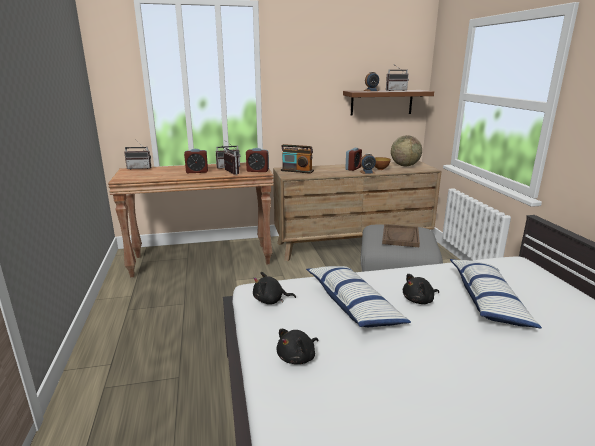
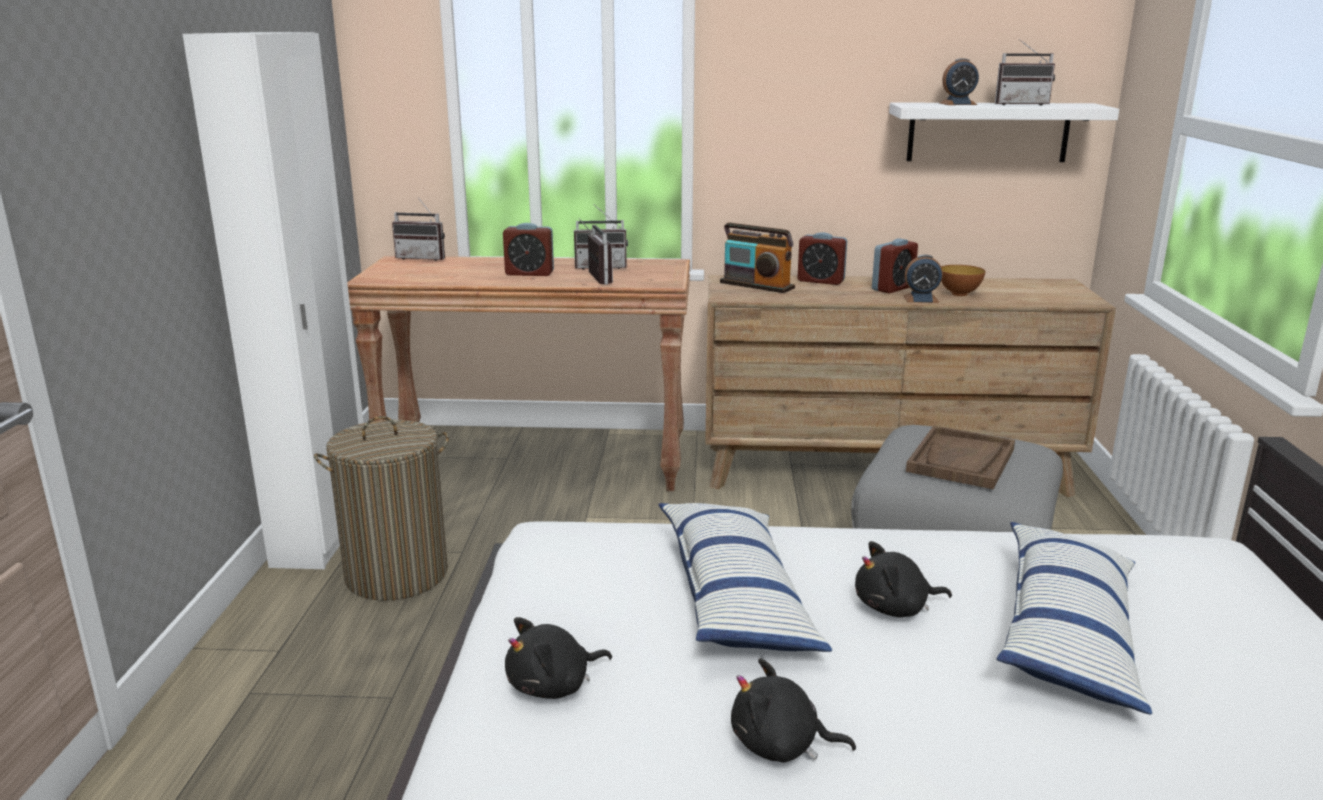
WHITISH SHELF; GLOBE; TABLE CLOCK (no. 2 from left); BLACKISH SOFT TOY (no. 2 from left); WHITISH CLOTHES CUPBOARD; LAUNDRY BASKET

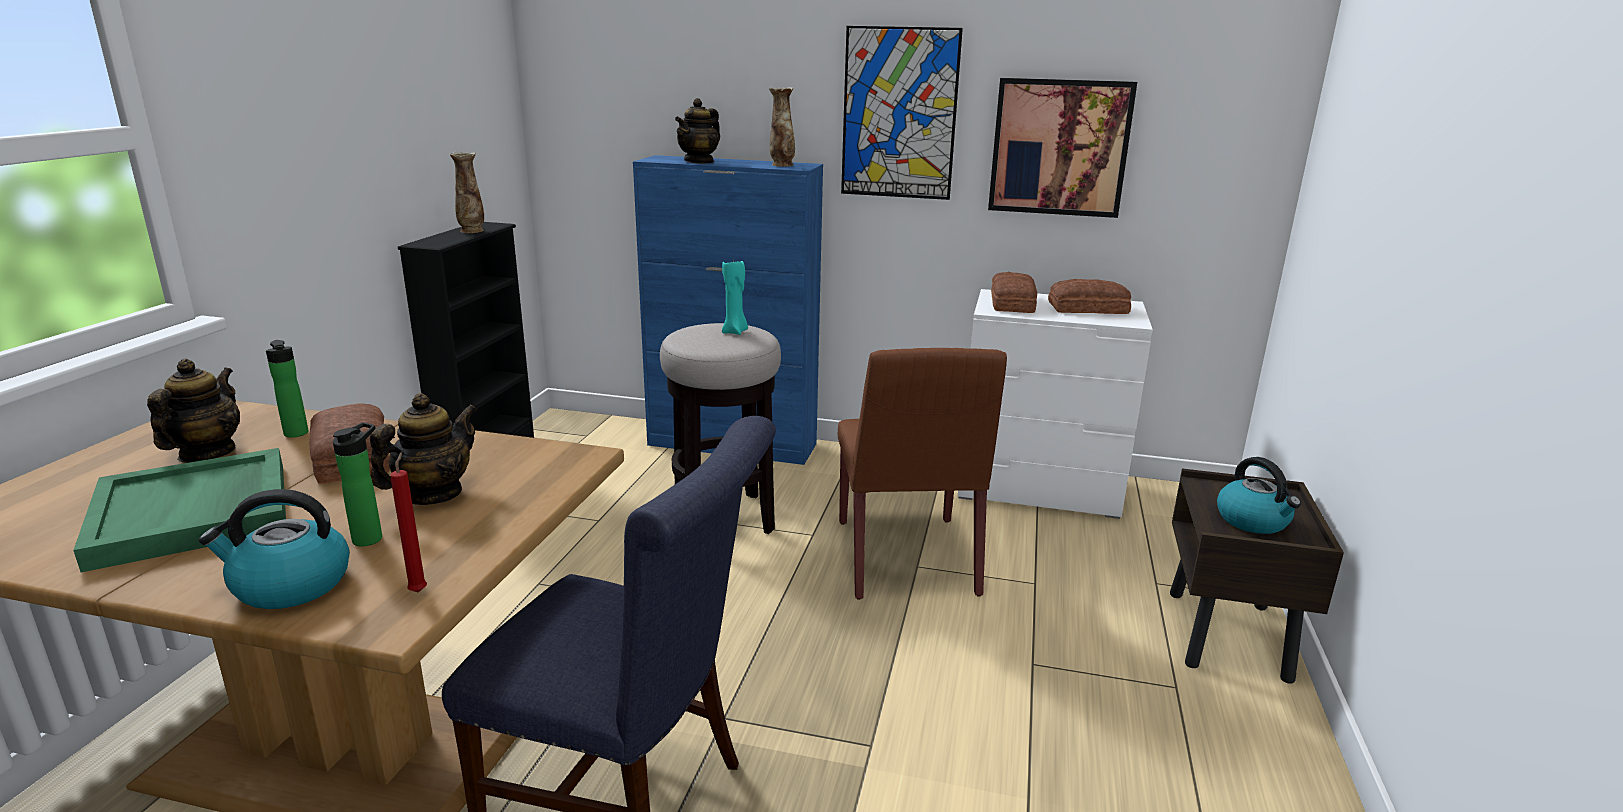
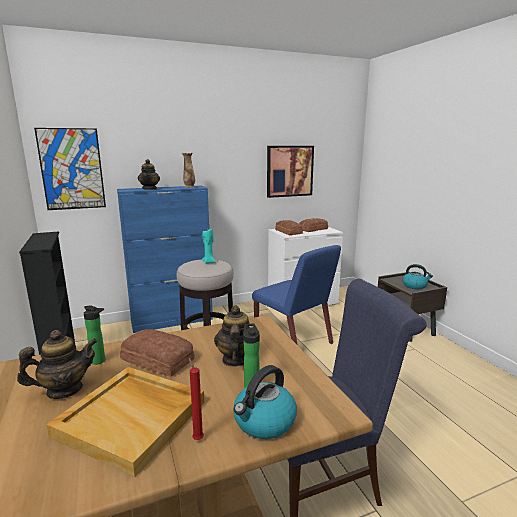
WALL ART (no. 1 from left); VASE (no. 1 from left in the first image); BLUE-COLOURED PLAIN CHAIR (no. 1 from left); POT FOR TEA (no. 1 from left); SAND-COLOURED SERVING TRAY; RED WAX CANDLE

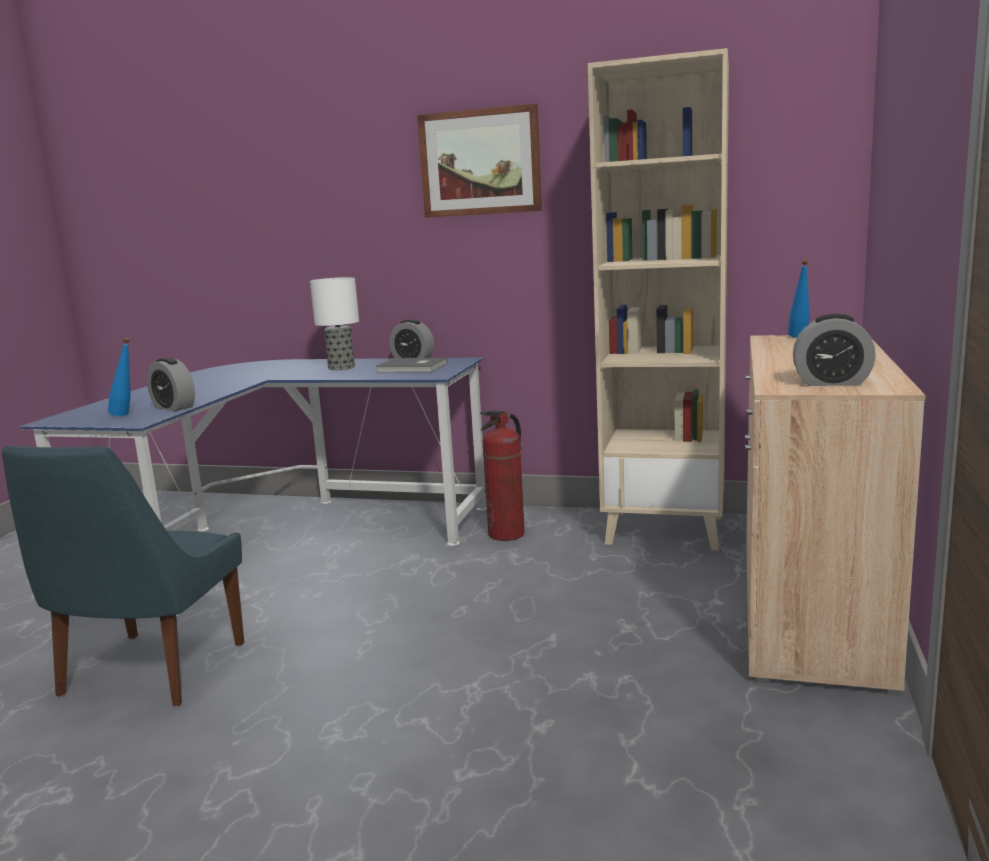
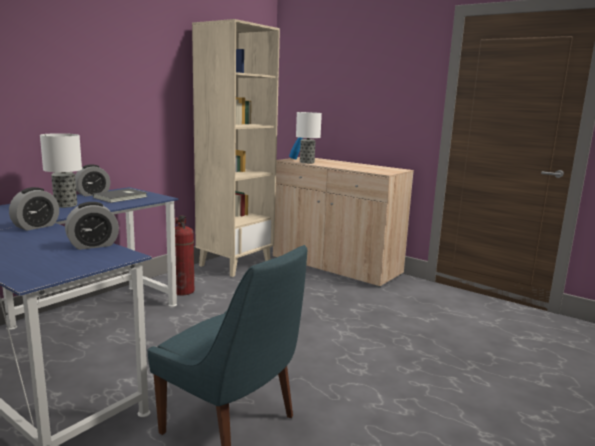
WALL ART; TABLE CLOCK (no. 1 from left); BLUE-COLOURED BEVERAGE BOTTLE (no. 1 from left in the first image); LAMP FOR A TABLE (no. 2 from left)

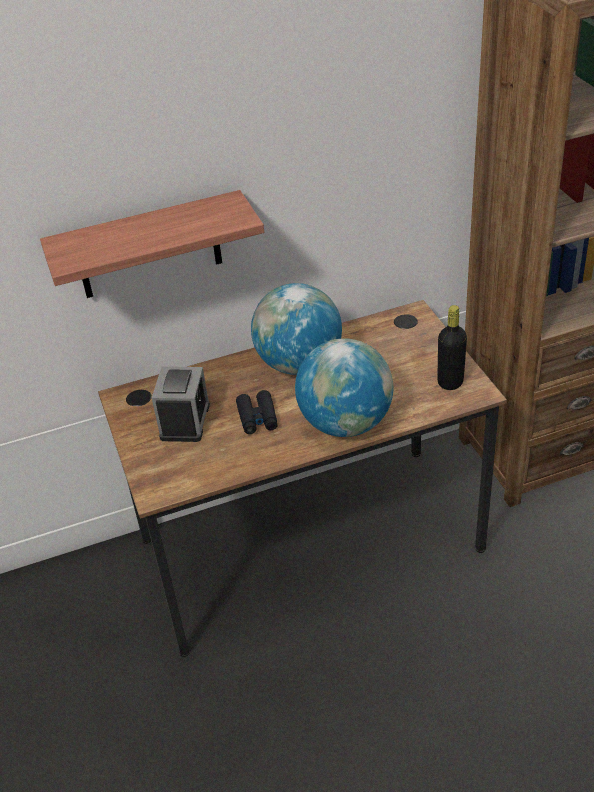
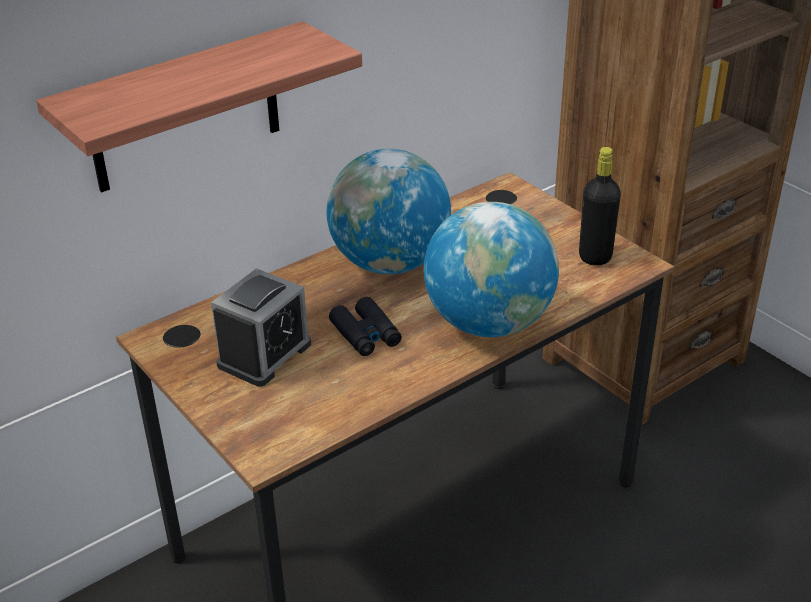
TABLE CLOCK

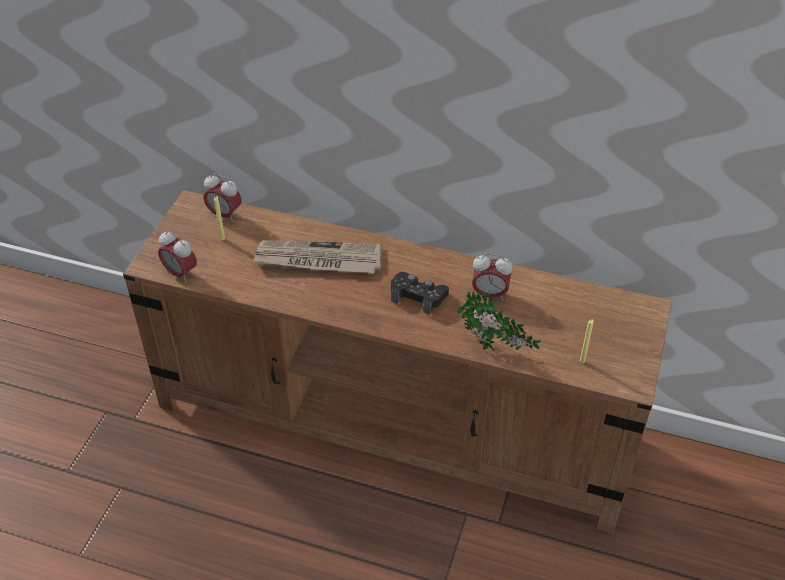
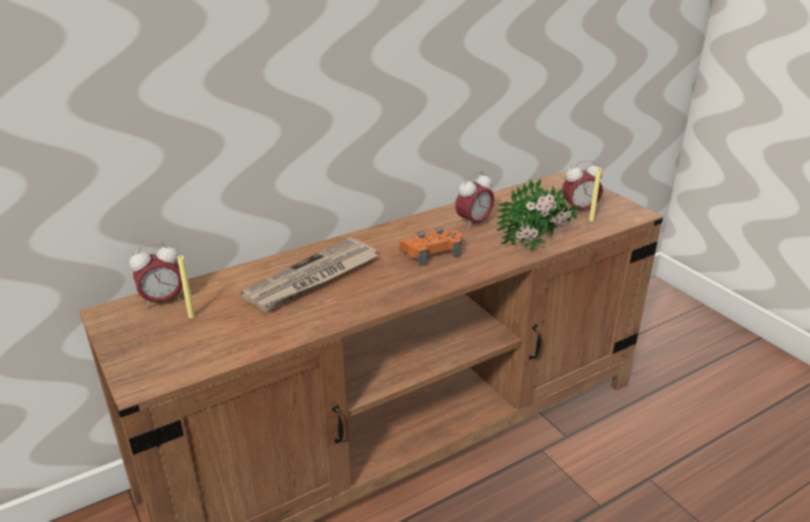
TABLE CLOCK (no. 3 from left); ORANGEY GAMEPAD

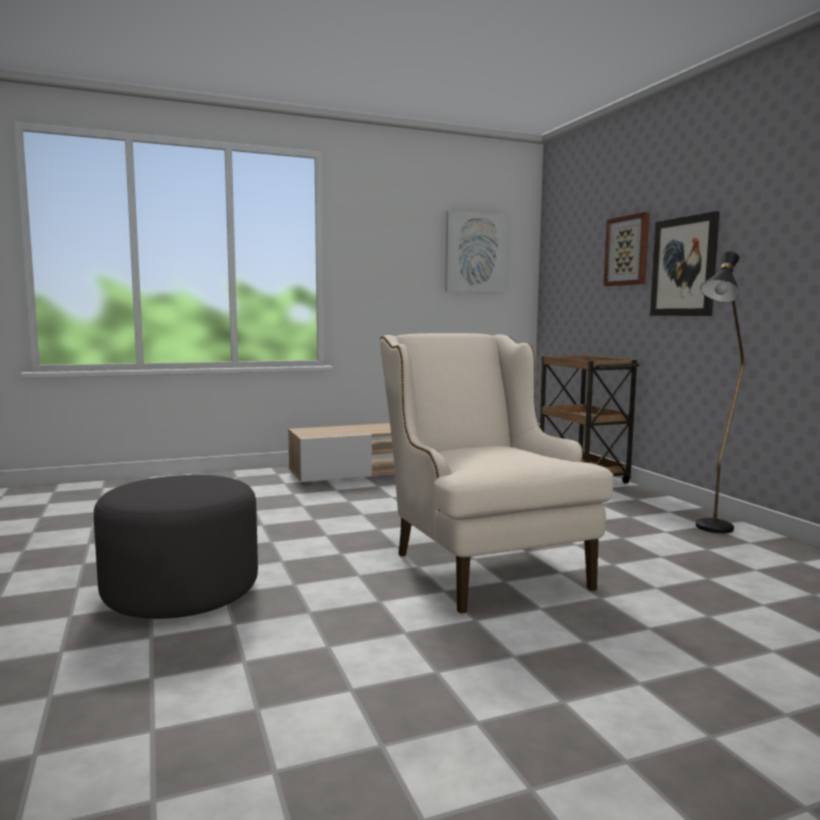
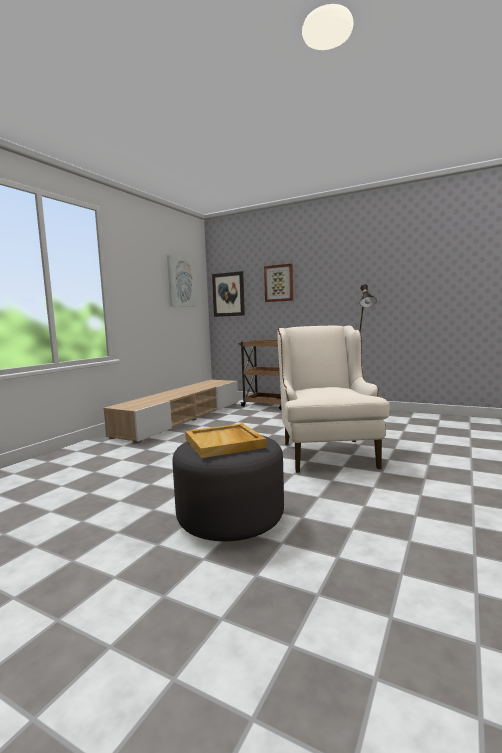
WALL ART (no. 2 from left); SAND-COLOURED ARMCHAIR; SAND-COLOURED SERVING TRAY

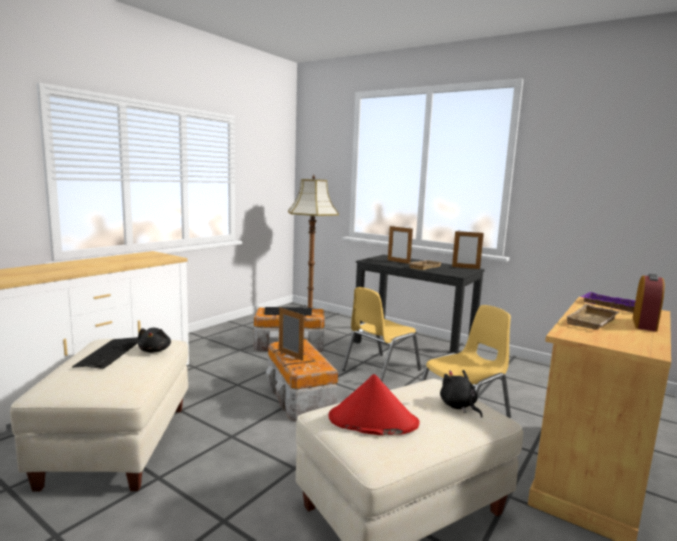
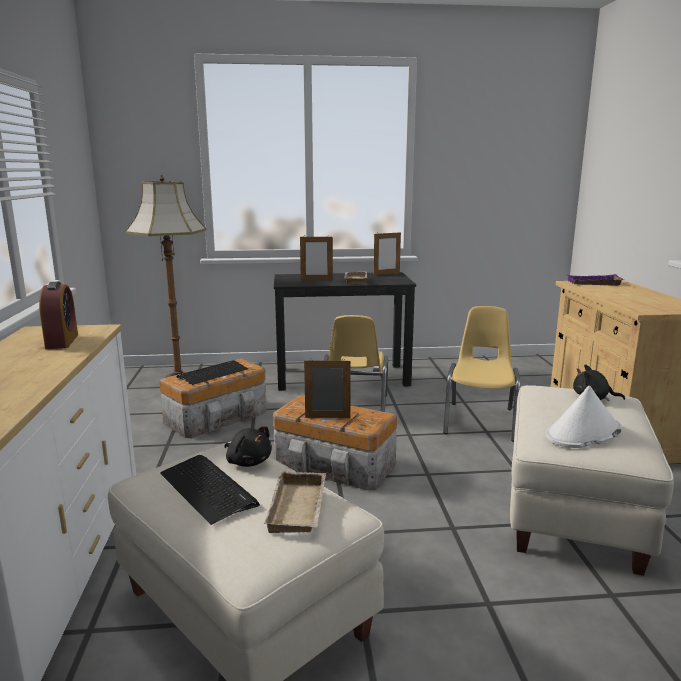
TABLE CLOCK; SAND-COLOURED SERVING TRAY (no. 1 from left); WHITISH HAT

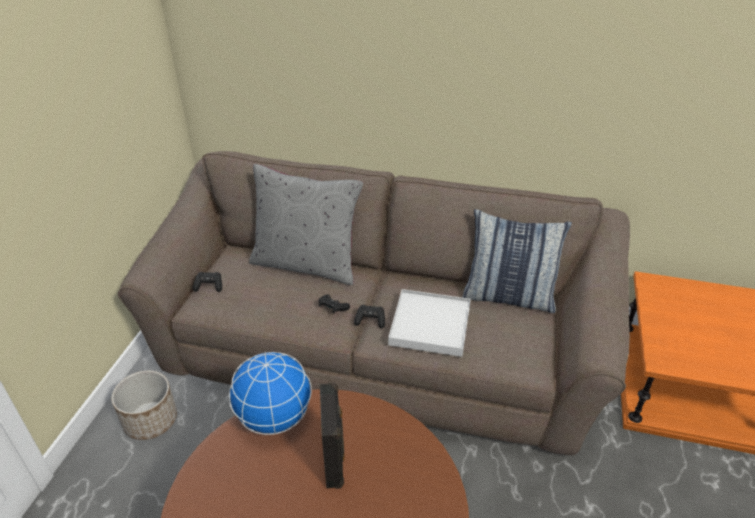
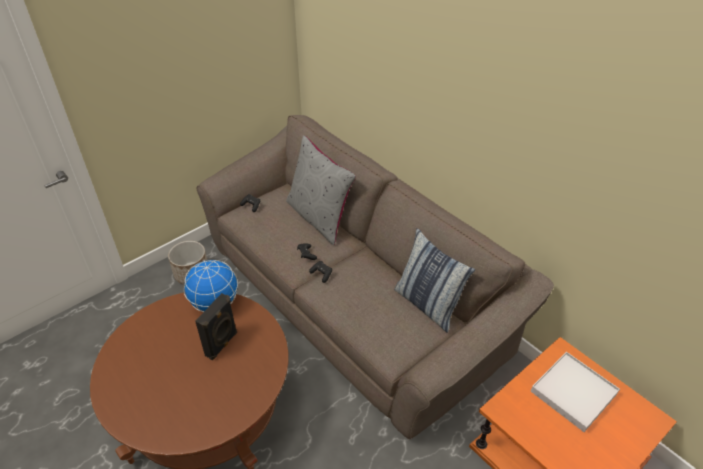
WHITISH SERVING TRAY

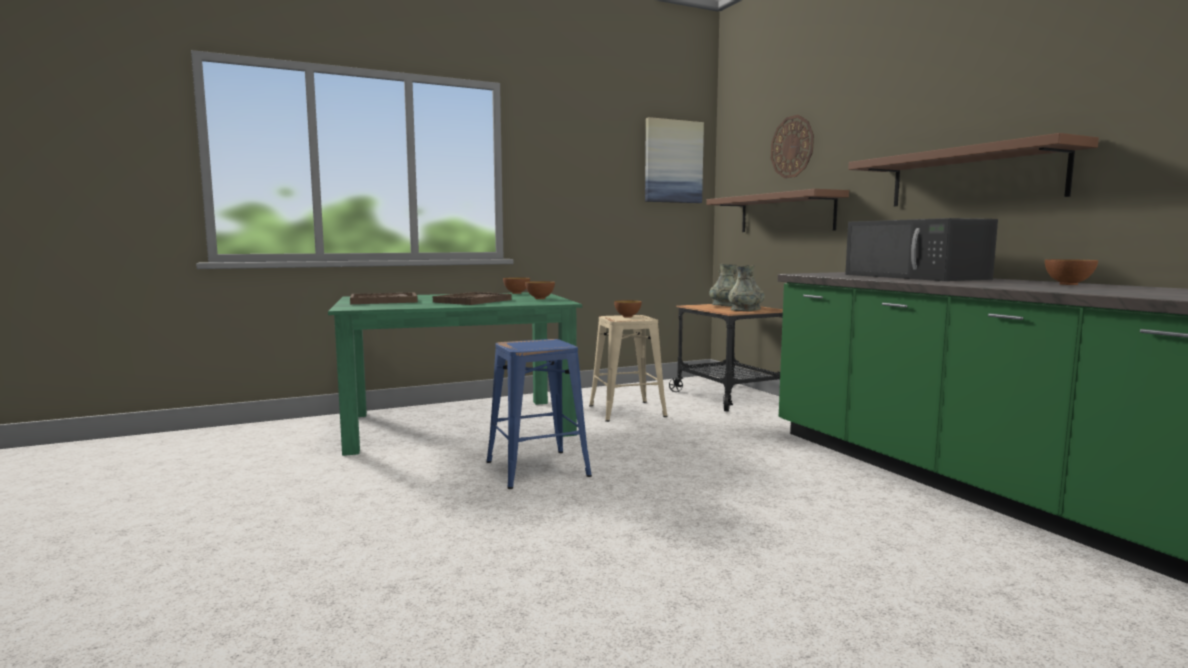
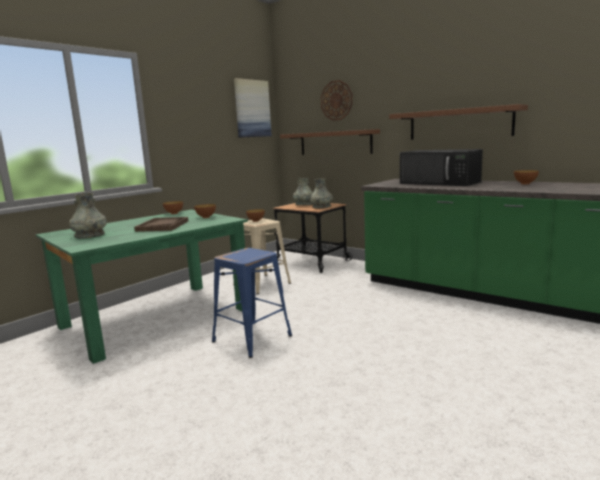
GREYISH VASE (no. 1 from left)

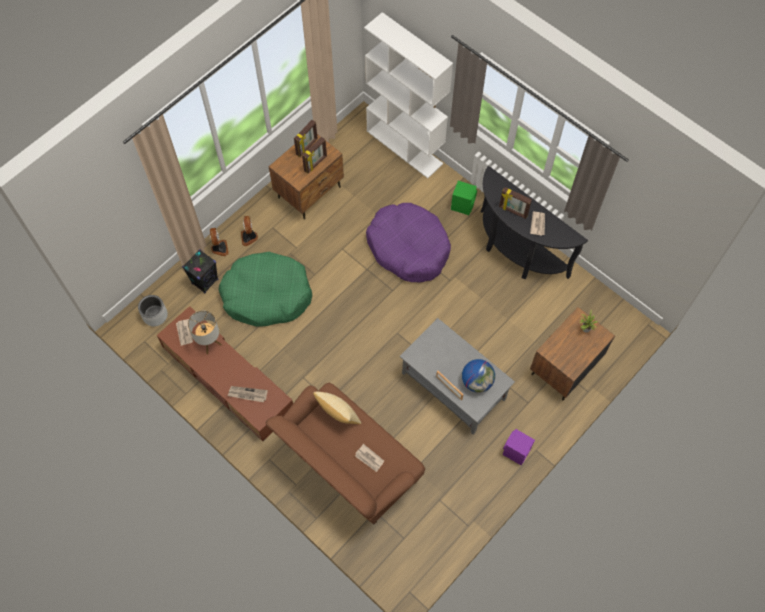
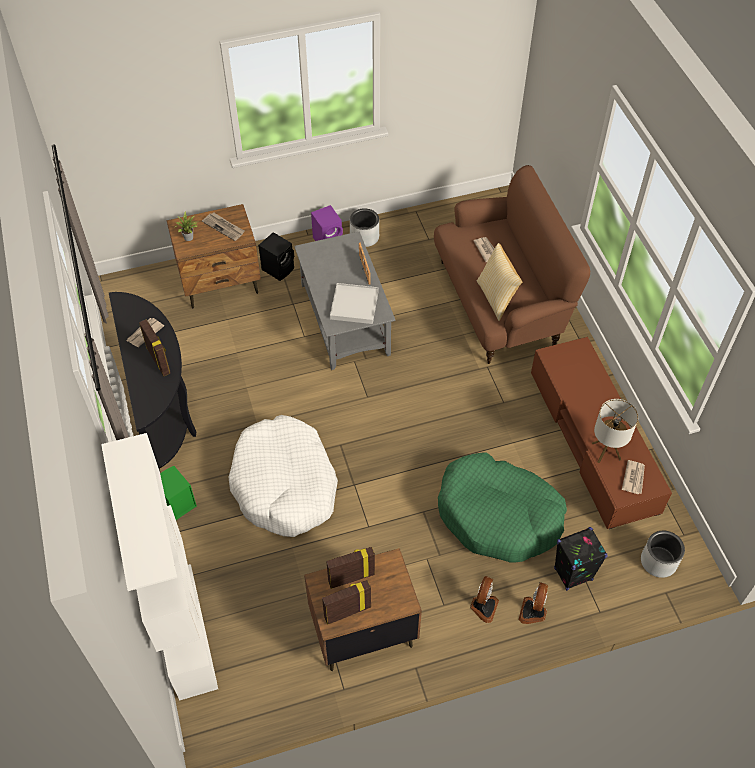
WHITISH PET BED; GLOBE; NEWSPAPER (no. 2 from left); GREYISH FLOWER POT (no. 1 from left); BLACKISH AUDIO SPEAKER (no. 1 from left); WHITISH SERVING TRAY

